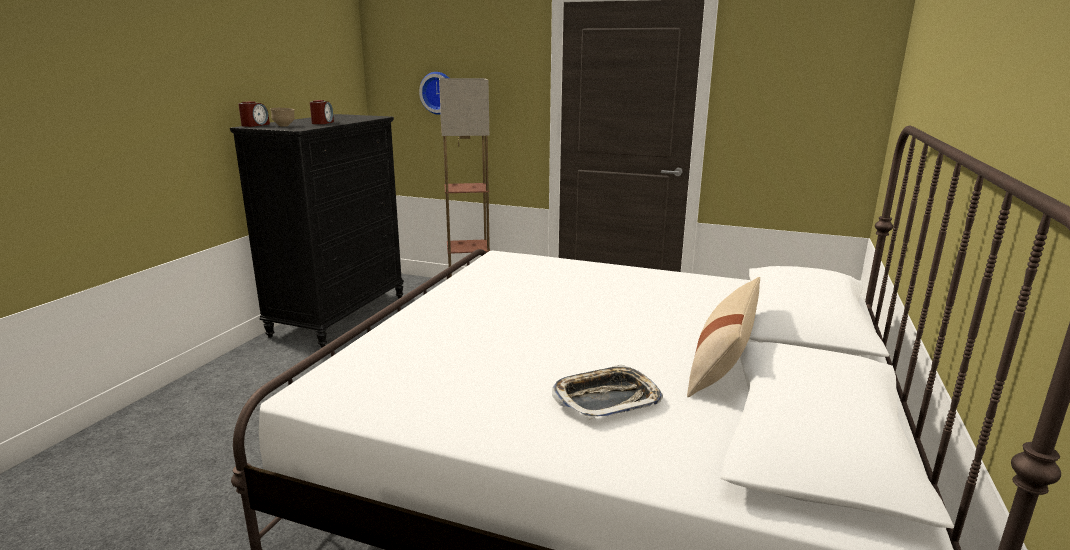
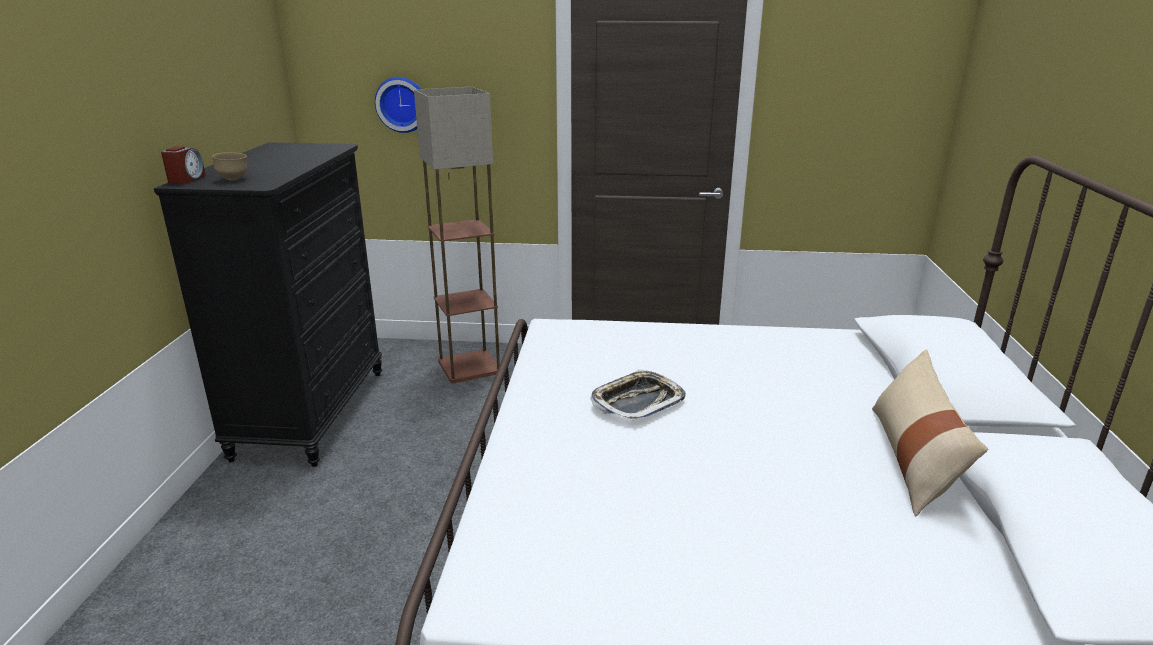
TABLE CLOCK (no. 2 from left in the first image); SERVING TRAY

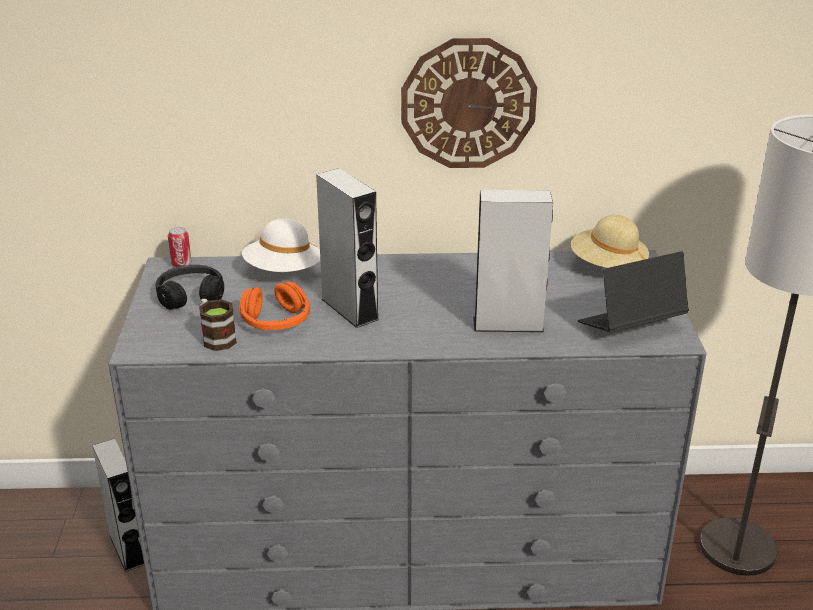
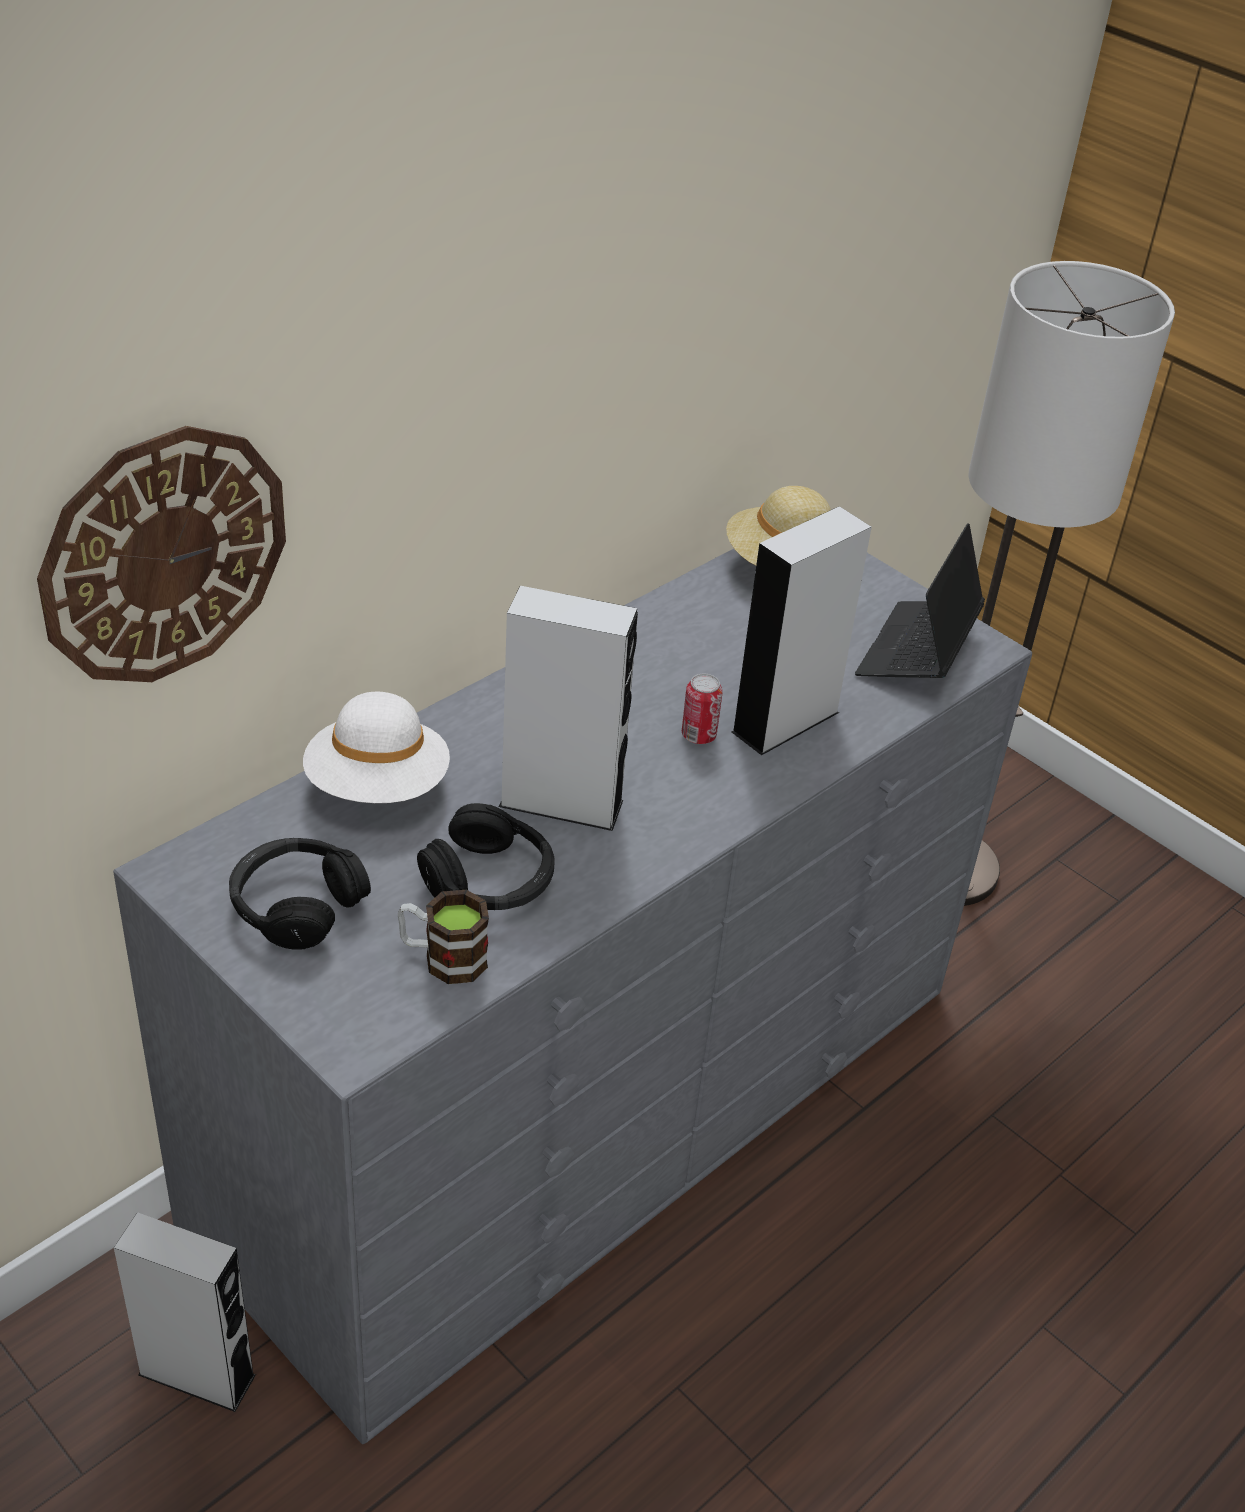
HANGING CLOCK; SEALED CAN; BLACKISH PAIR OF HEADPHONES (no. 2 from left)

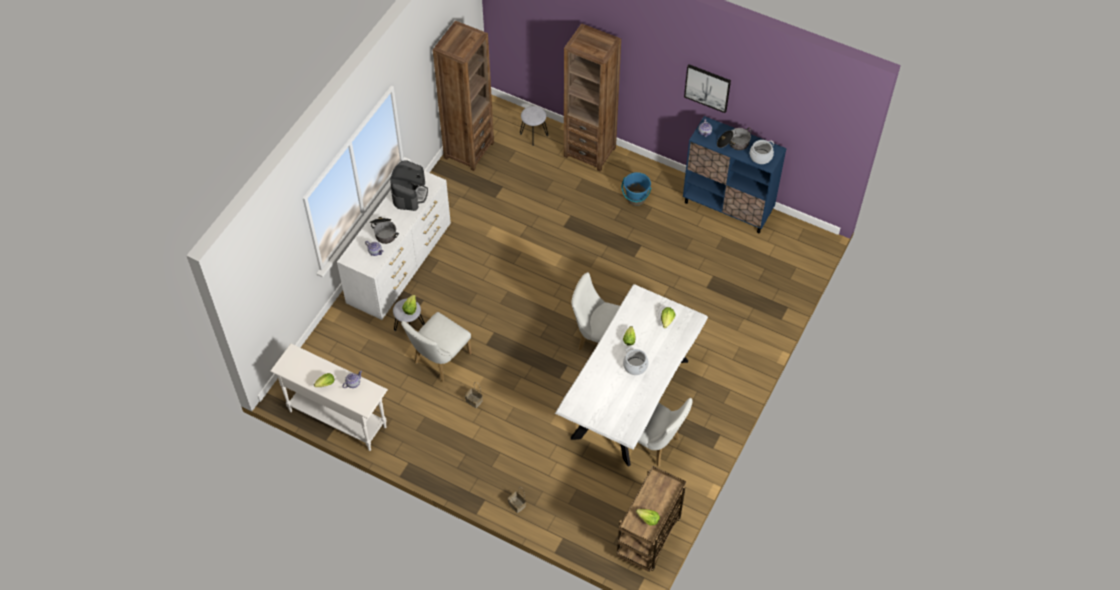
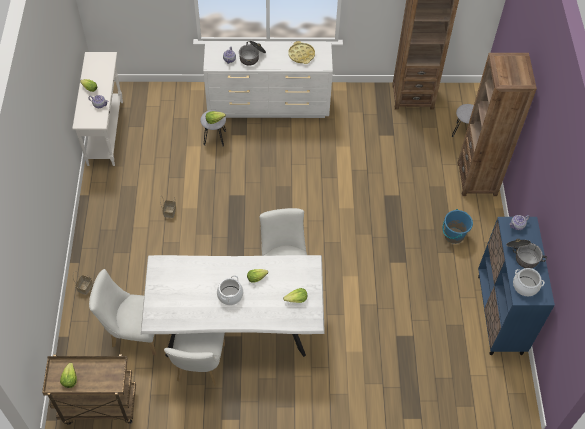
WALL ART; YELLOW SERVING TRAY; WHITISH PLAIN CHAIR (no. 1 from left)

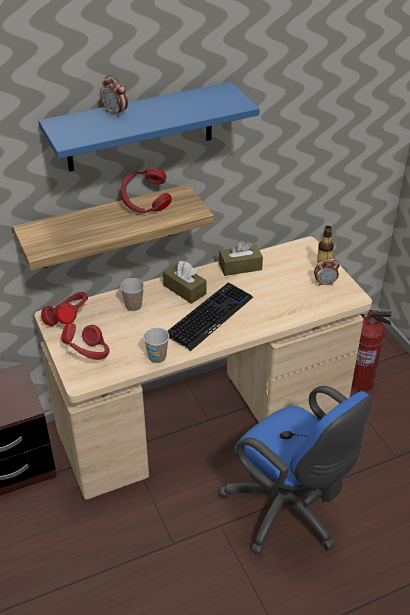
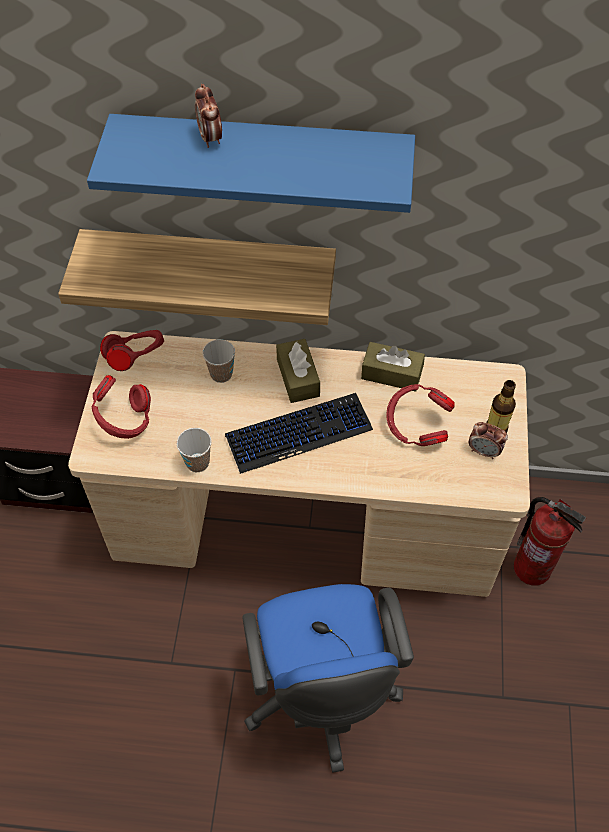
RED PAIR OF HEADPHONES (no. 3 from left)

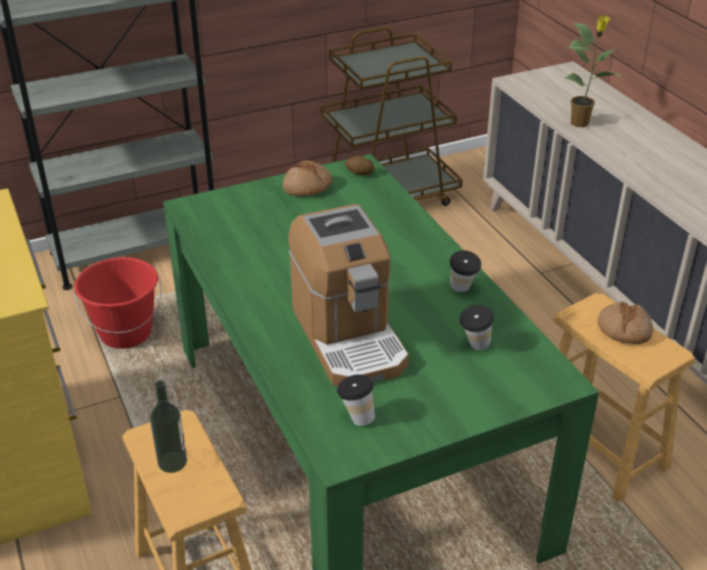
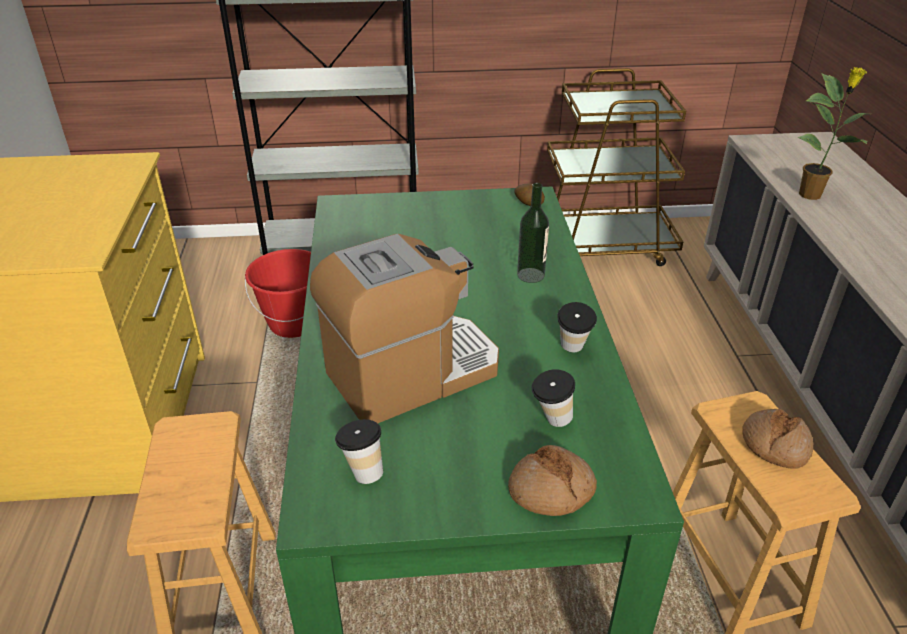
BREAD (no. 1 from left); COFFEE MACHINE; BEVERAGE BOTTLE

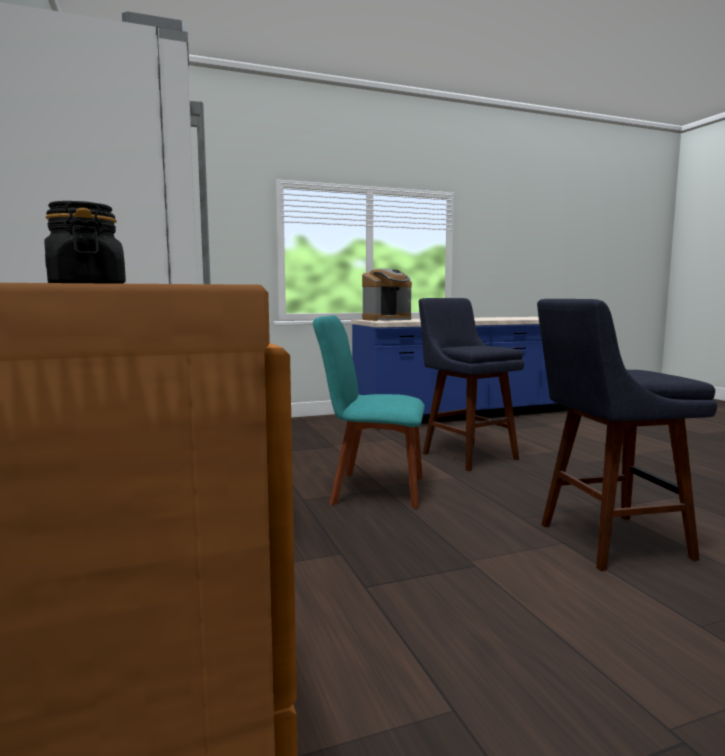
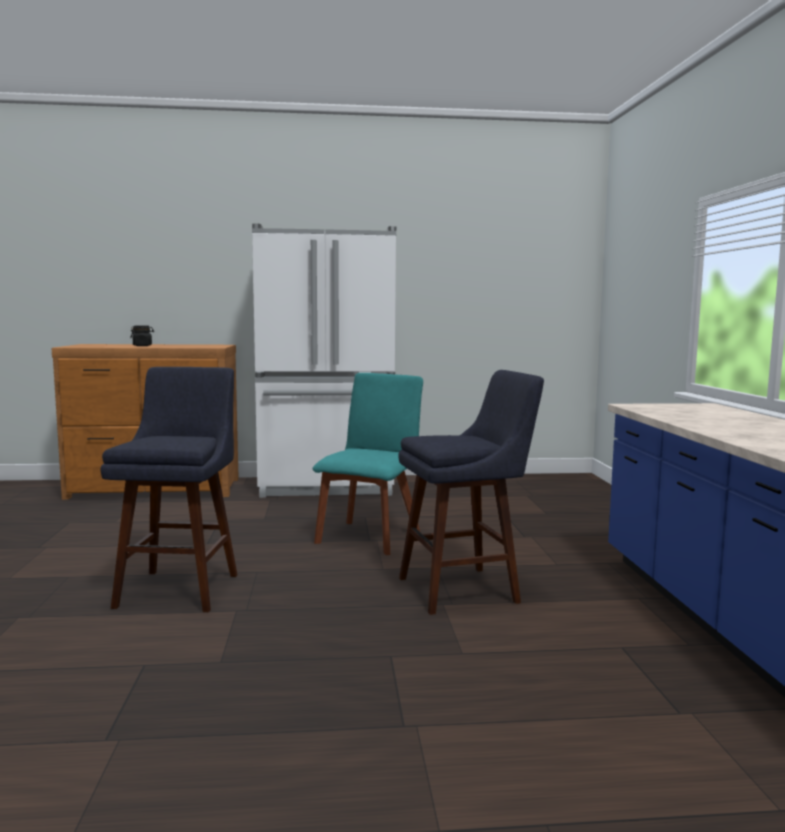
COFFEE MACHINE

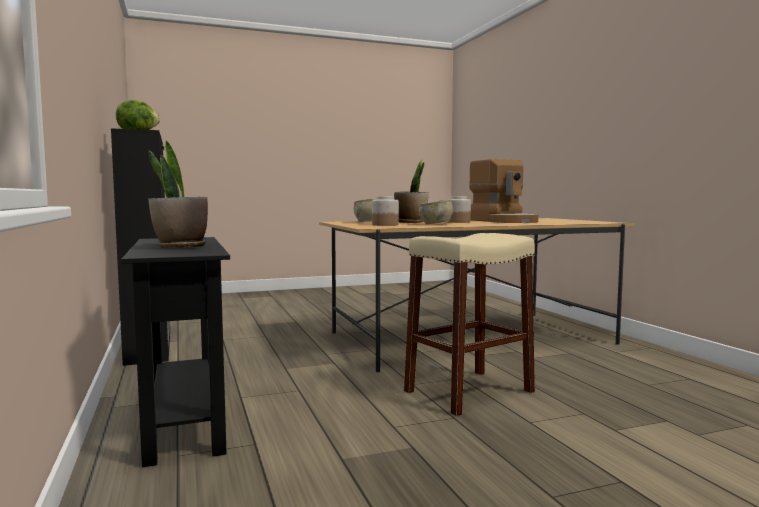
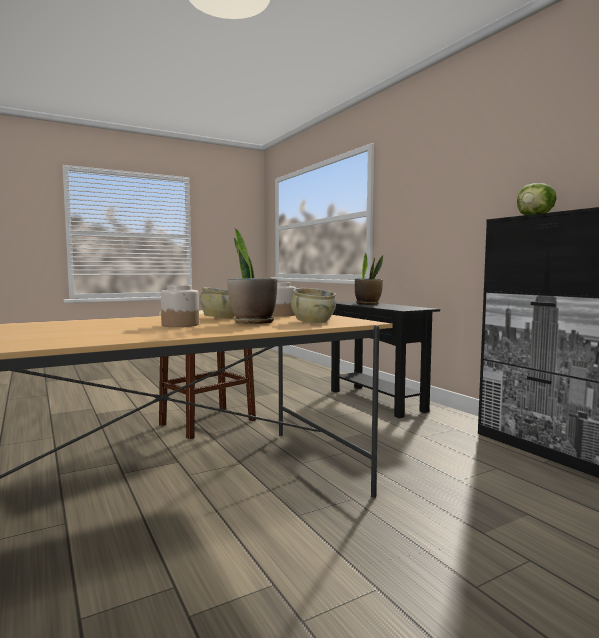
COFFEE MACHINE

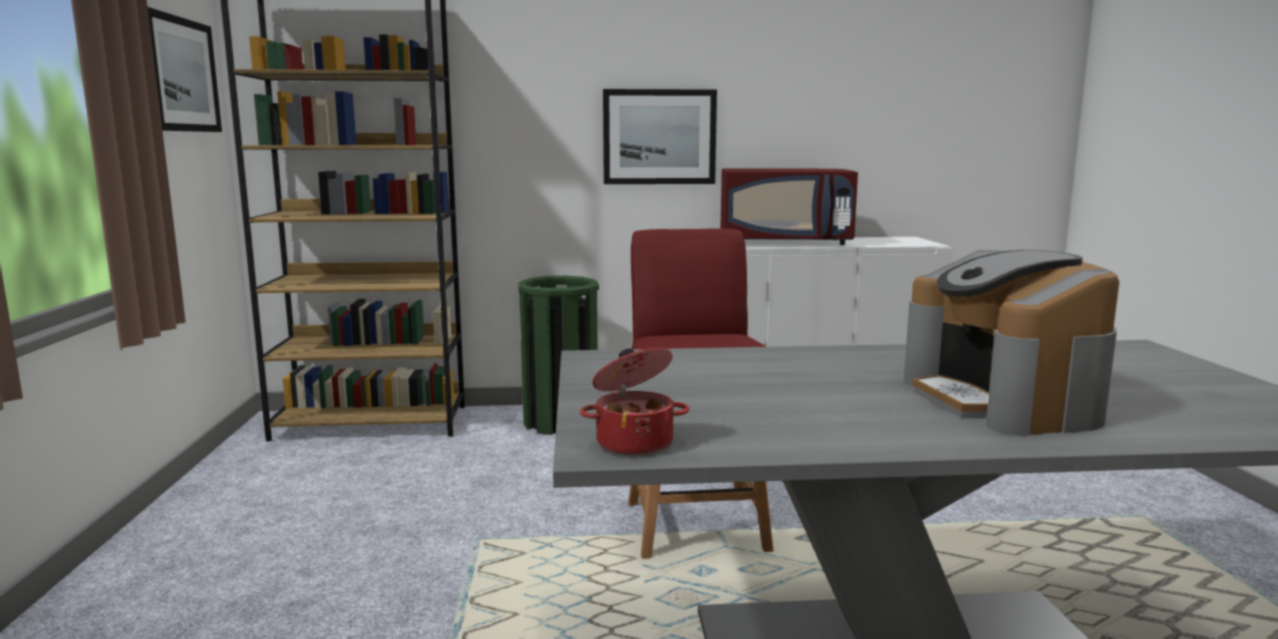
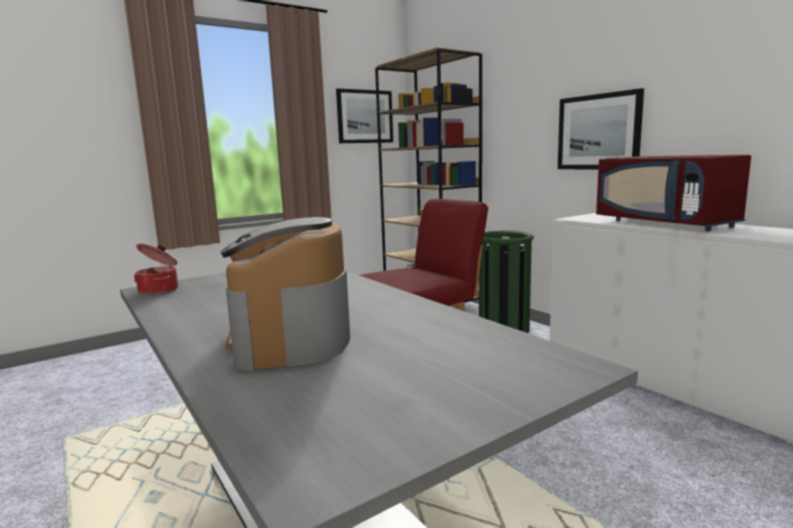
COFFEE MACHINE

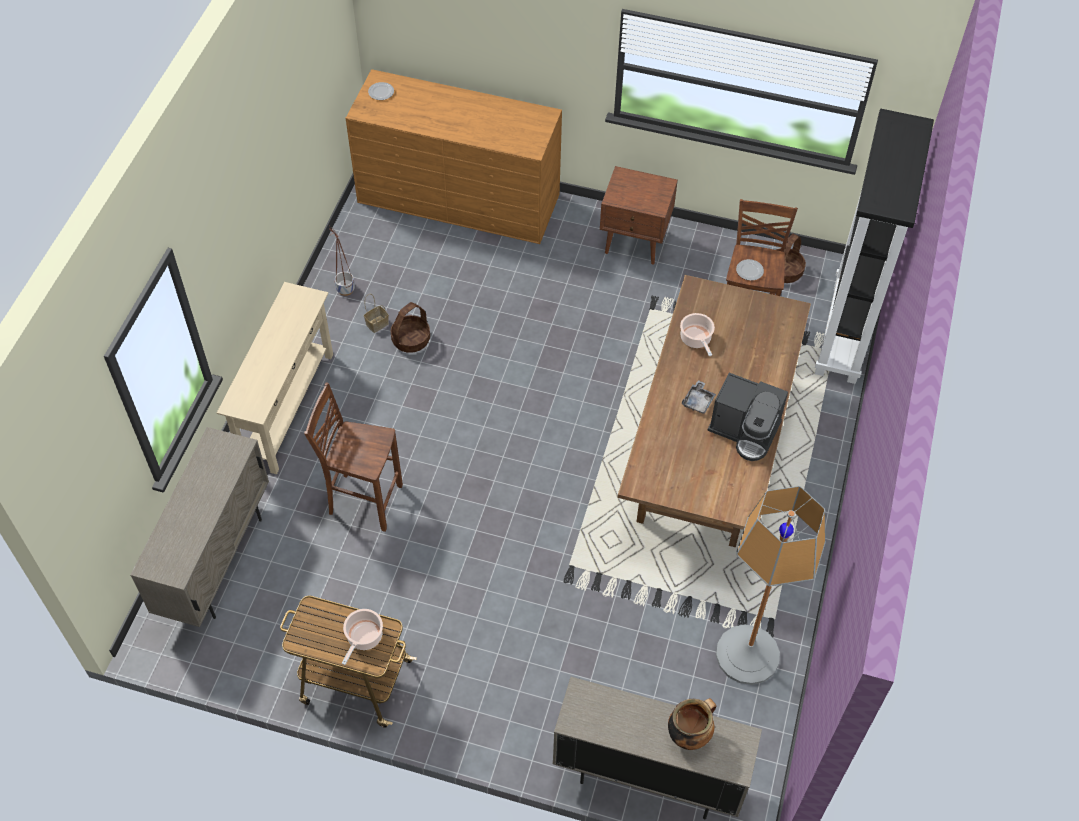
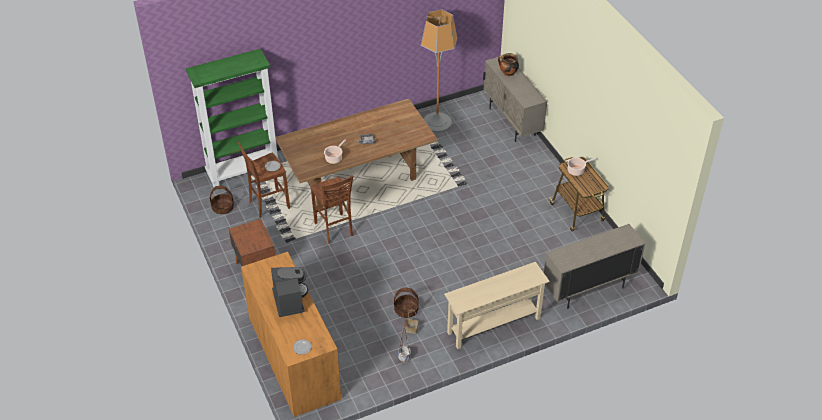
GREEN-COLOURED SHELVING UNIT; COFFEE MACHINE; BROWN-COLOURED STOOL SEAT (no. 2 from left)

